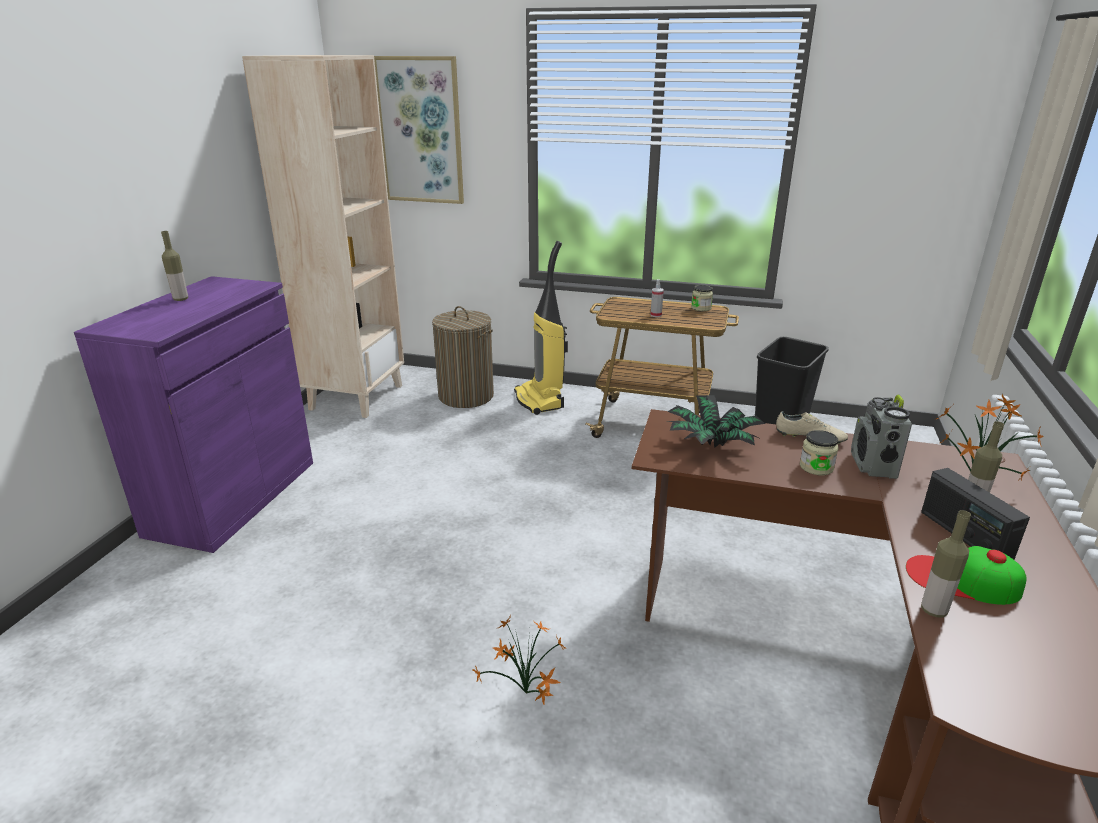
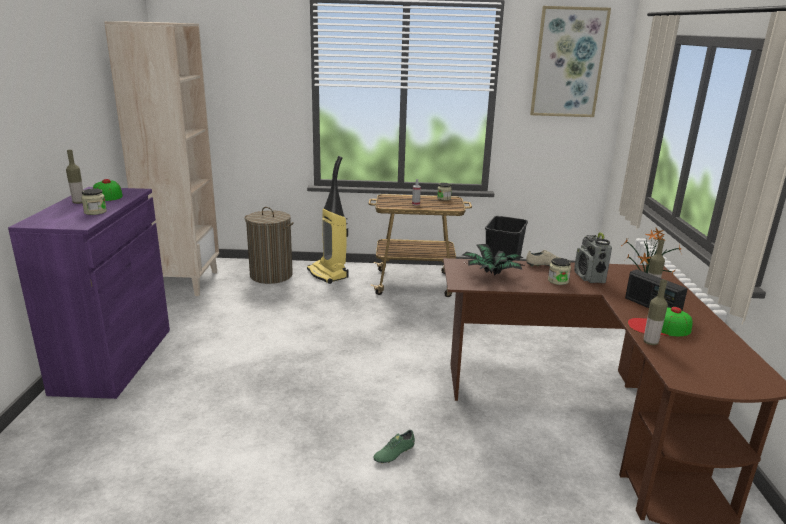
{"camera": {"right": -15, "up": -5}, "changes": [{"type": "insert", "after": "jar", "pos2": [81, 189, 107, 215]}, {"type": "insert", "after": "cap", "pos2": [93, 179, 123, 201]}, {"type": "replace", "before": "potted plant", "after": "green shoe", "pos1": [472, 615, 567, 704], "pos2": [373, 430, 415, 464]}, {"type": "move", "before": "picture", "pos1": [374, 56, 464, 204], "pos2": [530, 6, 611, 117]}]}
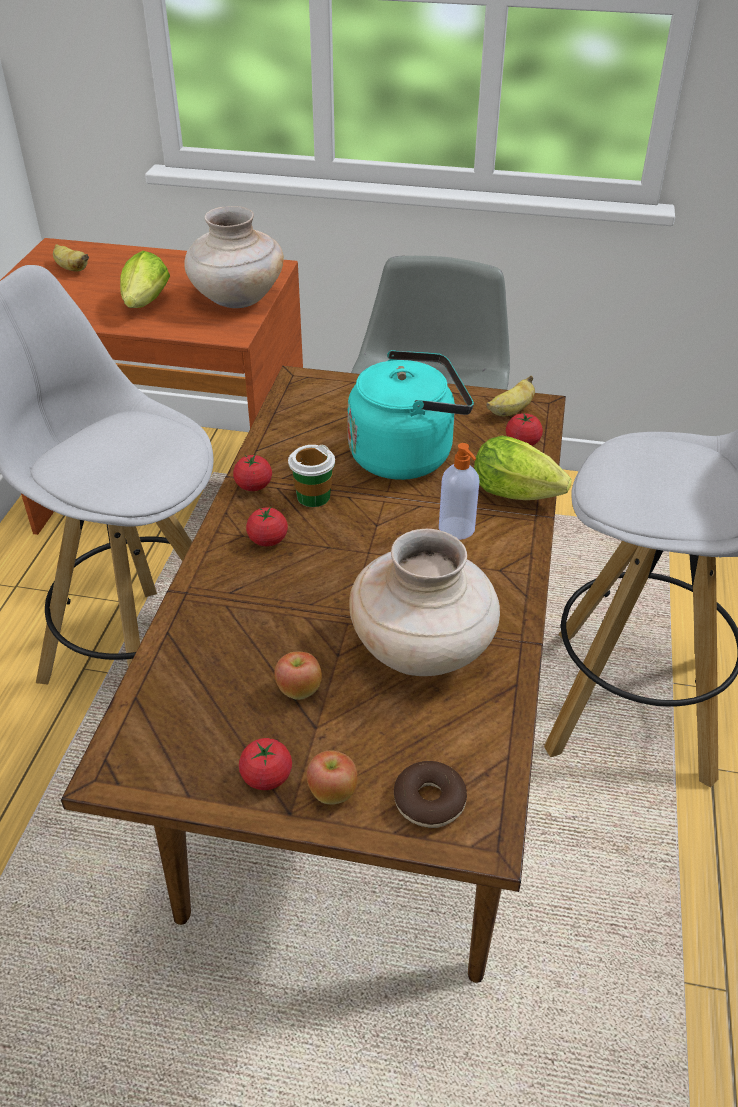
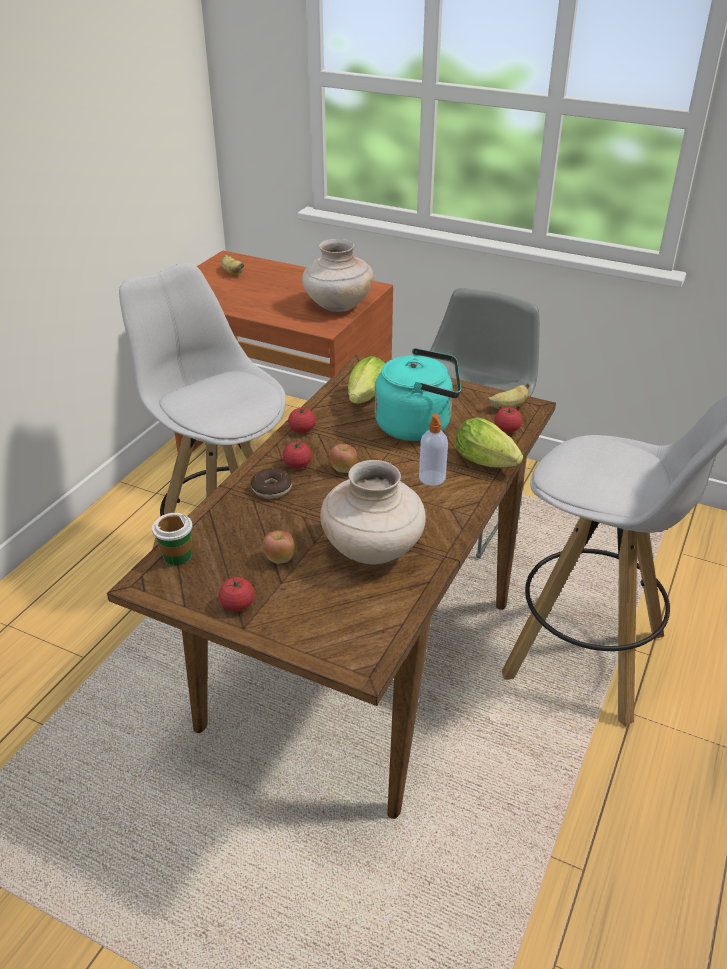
{"camera": {"right": 15, "up": -5}, "changes": [{"type": "move", "before": "cup", "pos1": [288, 445, 335, 507], "pos2": [152, 513, 193, 565]}, {"type": "move", "before": "donut", "pos1": [394, 761, 467, 828], "pos2": [251, 468, 292, 499]}, {"type": "move", "before": "apple", "pos1": [306, 751, 357, 805], "pos2": [330, 444, 357, 473]}, {"type": "move", "before": "lettuce", "pos1": [120, 251, 170, 308], "pos2": [348, 356, 385, 403]}]}
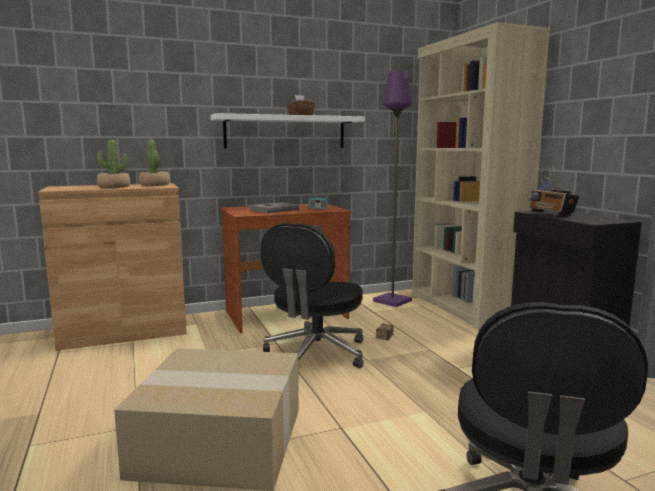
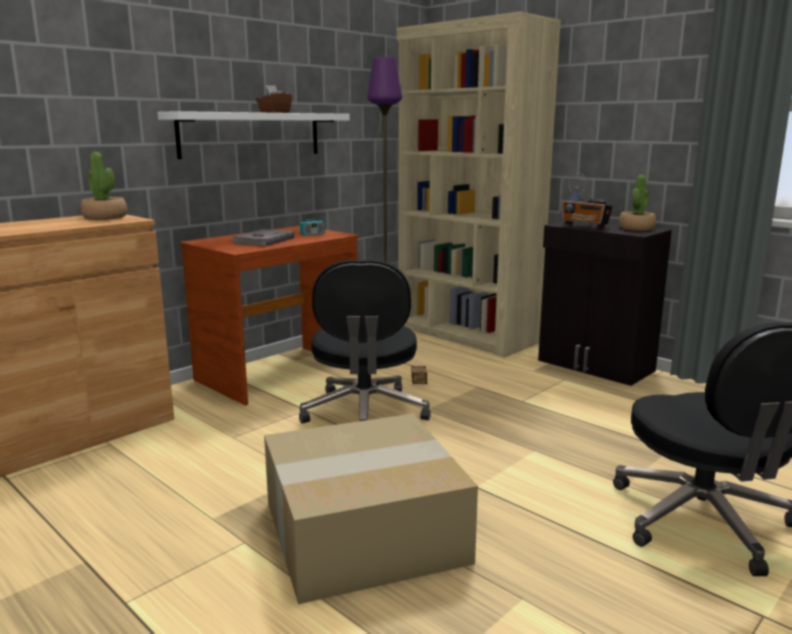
{"camera": {"right": -25, "up": 5}, "changes": [{"type": "move", "before": "potted plant", "pos1": [97, 140, 130, 188], "pos2": [619, 175, 656, 231]}]}
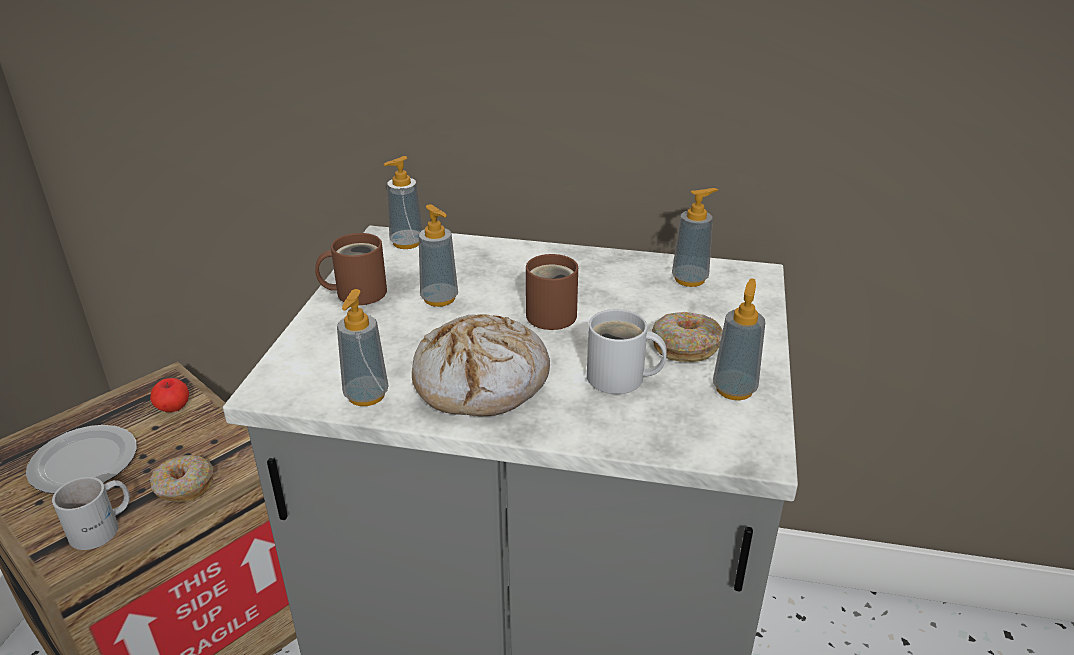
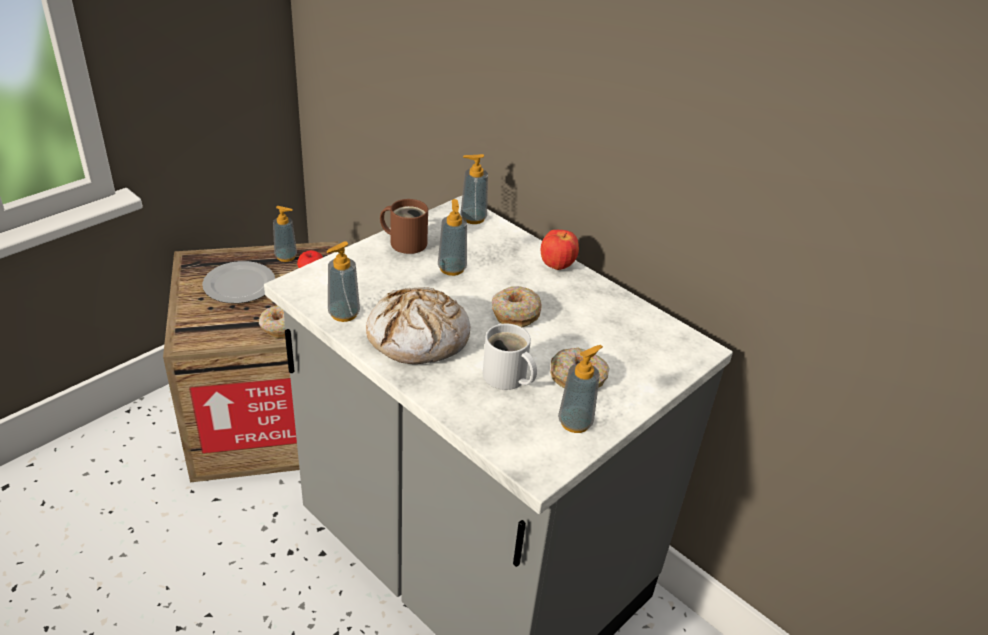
{"camera": {"right": 30, "up": 5}, "changes": [{"type": "move", "before": "soap dispenser", "pos1": [672, 188, 718, 287], "pos2": [273, 206, 297, 262]}, {"type": "replace", "before": "brown mug", "after": "donut", "pos1": [526, 254, 578, 330], "pos2": [492, 286, 542, 327]}, {"type": "insert", "after": "apple", "pos2": [541, 230, 579, 270]}, {"type": "delete", "before": "white mug", "pos1": [52, 477, 130, 550]}]}
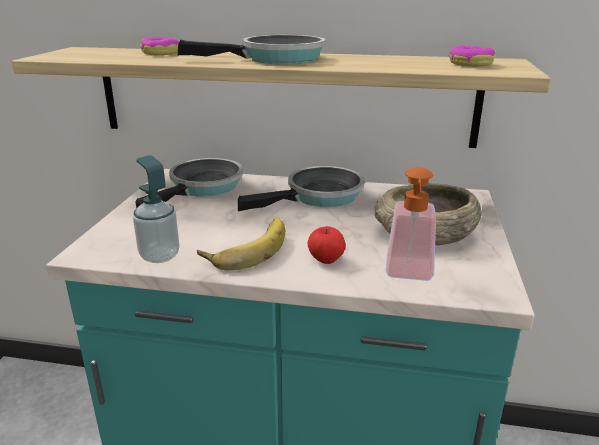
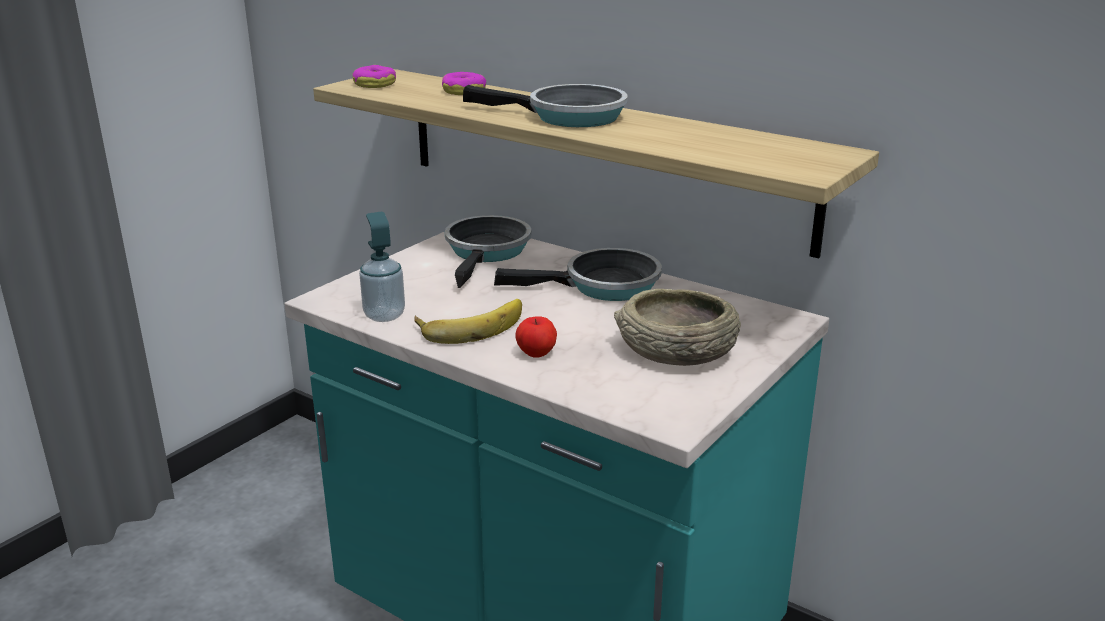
{"camera": {"right": 25, "up": 0}, "changes": [{"type": "move", "before": "donut", "pos1": [449, 45, 495, 67], "pos2": [352, 65, 396, 88]}, {"type": "rotate", "before": "frying pan", "pos1": [135, 158, 243, 208], "pos2": [445, 215, 532, 288], "turn": -45}, {"type": "delete", "before": "soap dispenser", "pos1": [386, 167, 436, 281]}]}
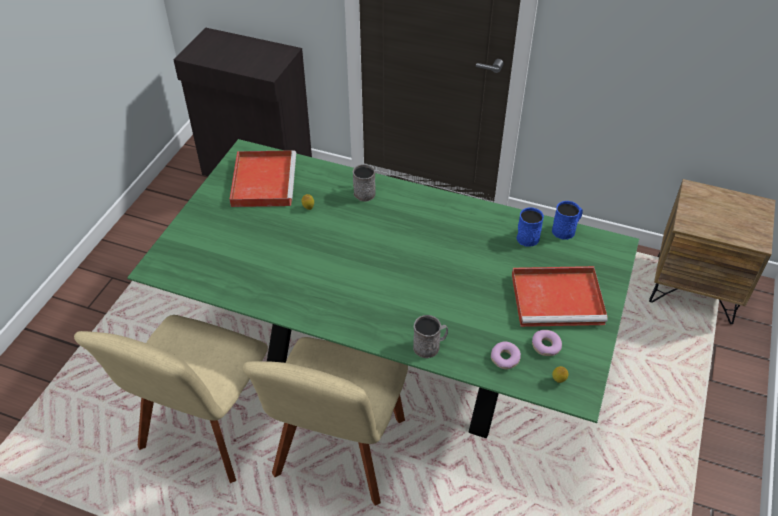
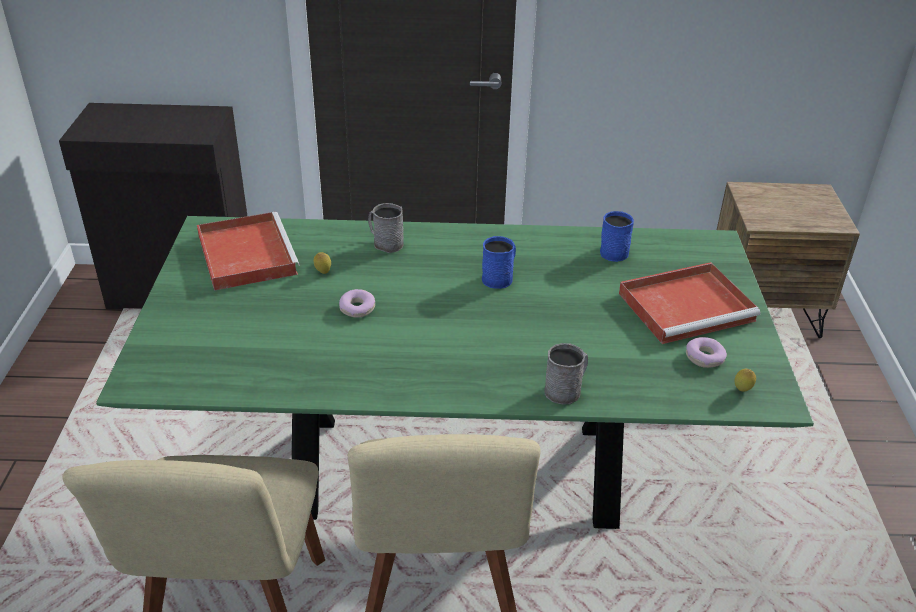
{"camera": {"right": -20, "up": -10}, "changes": [{"type": "move", "before": "donut", "pos1": [491, 341, 521, 369], "pos2": [339, 289, 375, 318]}, {"type": "move", "before": "blue mug", "pos1": [552, 201, 583, 240], "pos2": [482, 236, 516, 289]}]}
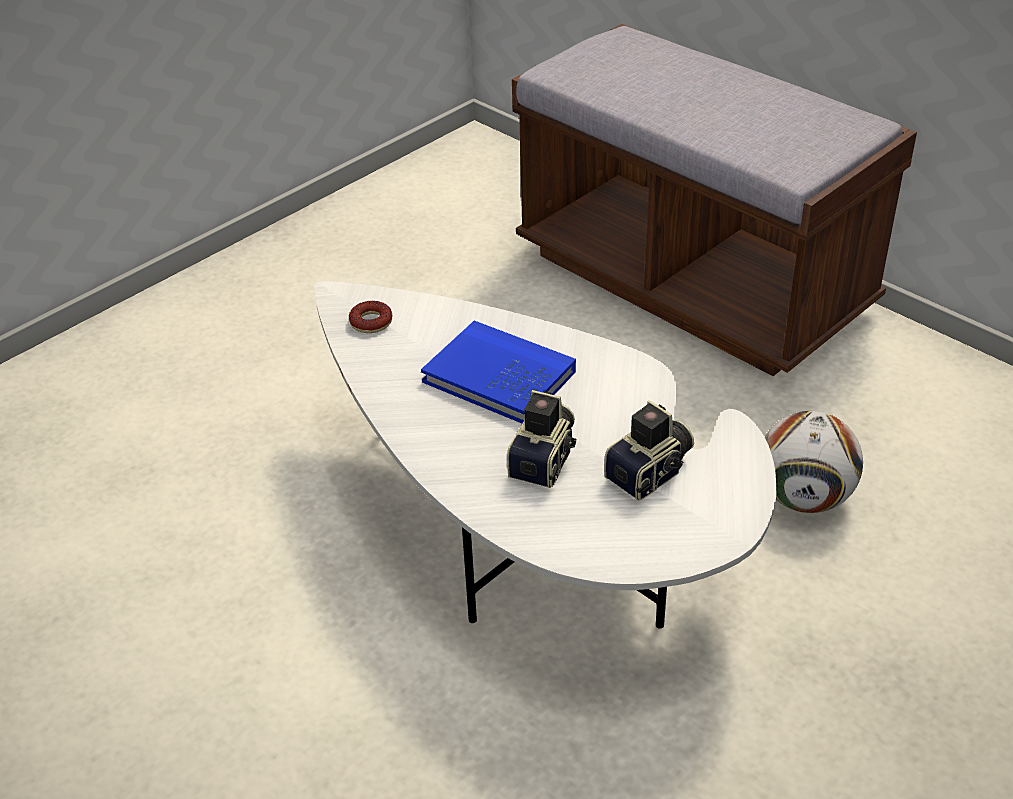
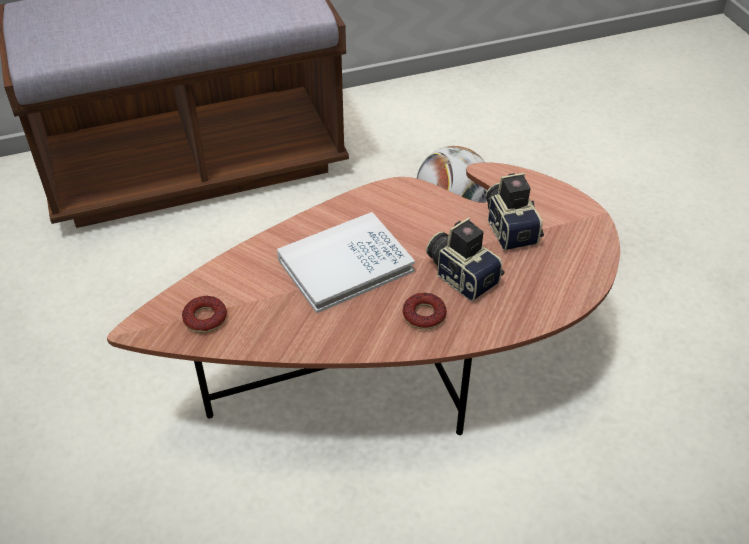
{"camera": {"right": -65, "up": 5}, "changes": [{"type": "recolor", "before": "white coffee table", "after": "brown coffee table", "pos1": [314, 281, 776, 629], "pos2": [107, 163, 620, 435]}, {"type": "recolor", "before": "blue book", "after": "white book", "pos1": [421, 321, 576, 423], "pos2": [277, 212, 415, 313]}, {"type": "insert", "after": "donut", "pos2": [403, 293, 447, 330]}]}
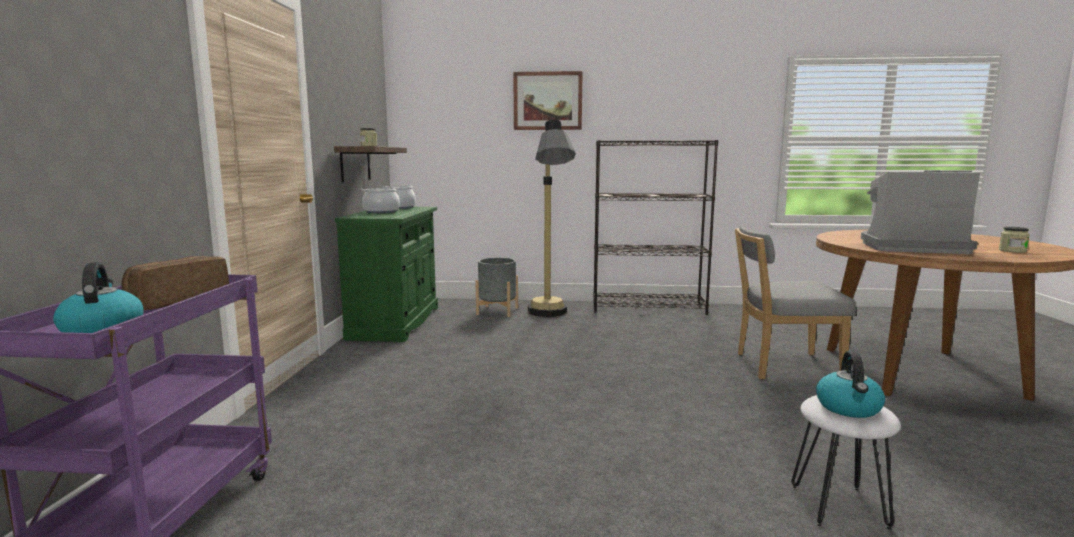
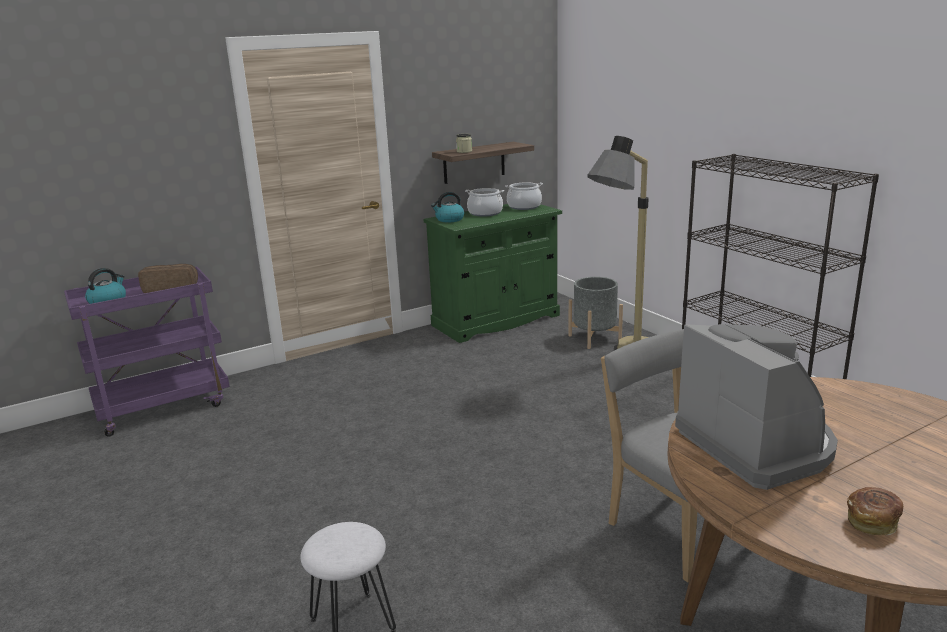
{"camera": {"right": 55, "up": 10}, "changes": [{"type": "move", "before": "kettle", "pos1": [816, 351, 885, 418], "pos2": [431, 192, 464, 222]}, {"type": "replace", "before": "jar", "after": "bread", "pos1": [999, 227, 1030, 253], "pos2": [847, 487, 903, 535]}, {"type": "delete", "before": "picture", "pos1": [513, 71, 583, 130]}]}
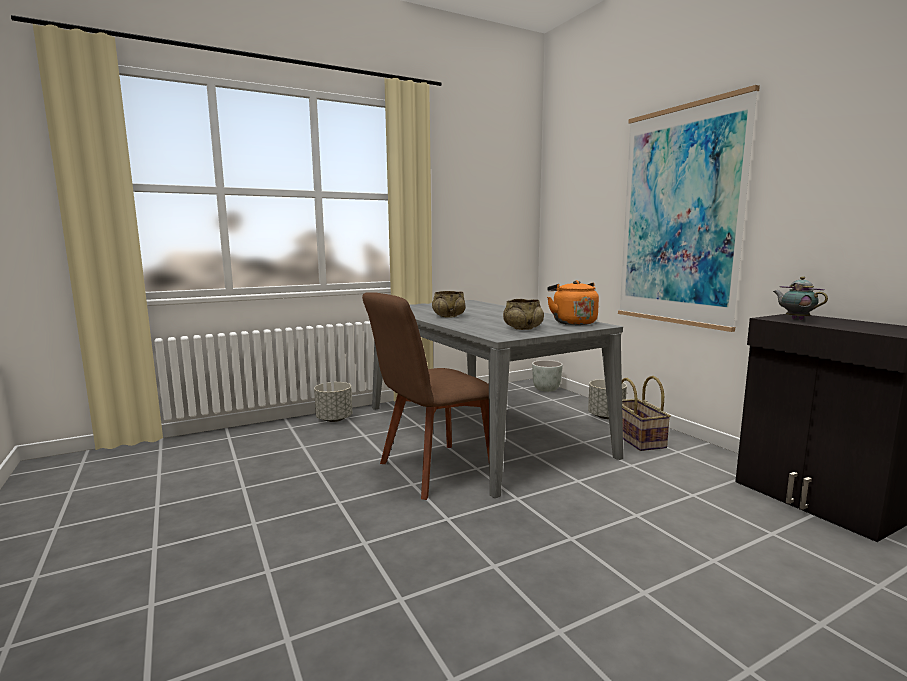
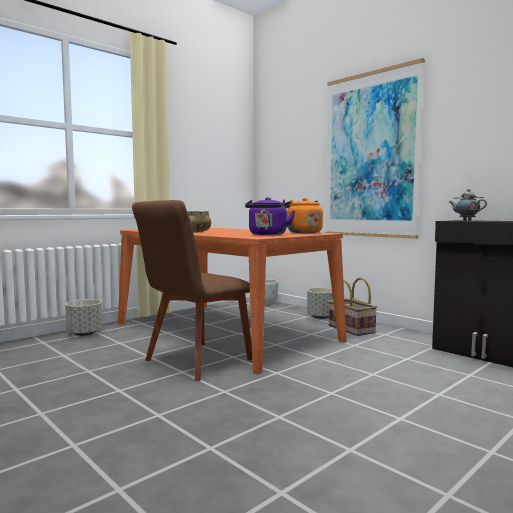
{"camera": {"right": -15, "up": -5}, "changes": [{"type": "recolor", "before": "grey dining table", "after": "orange dining table", "pos1": [372, 300, 623, 498], "pos2": [118, 228, 347, 374]}, {"type": "replace", "before": "beige bowl", "after": "purple kettle", "pos1": [503, 299, 544, 330], "pos2": [245, 197, 295, 235]}]}
